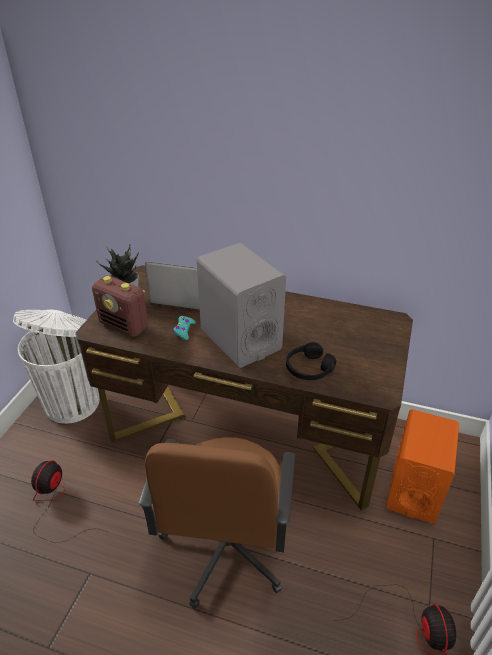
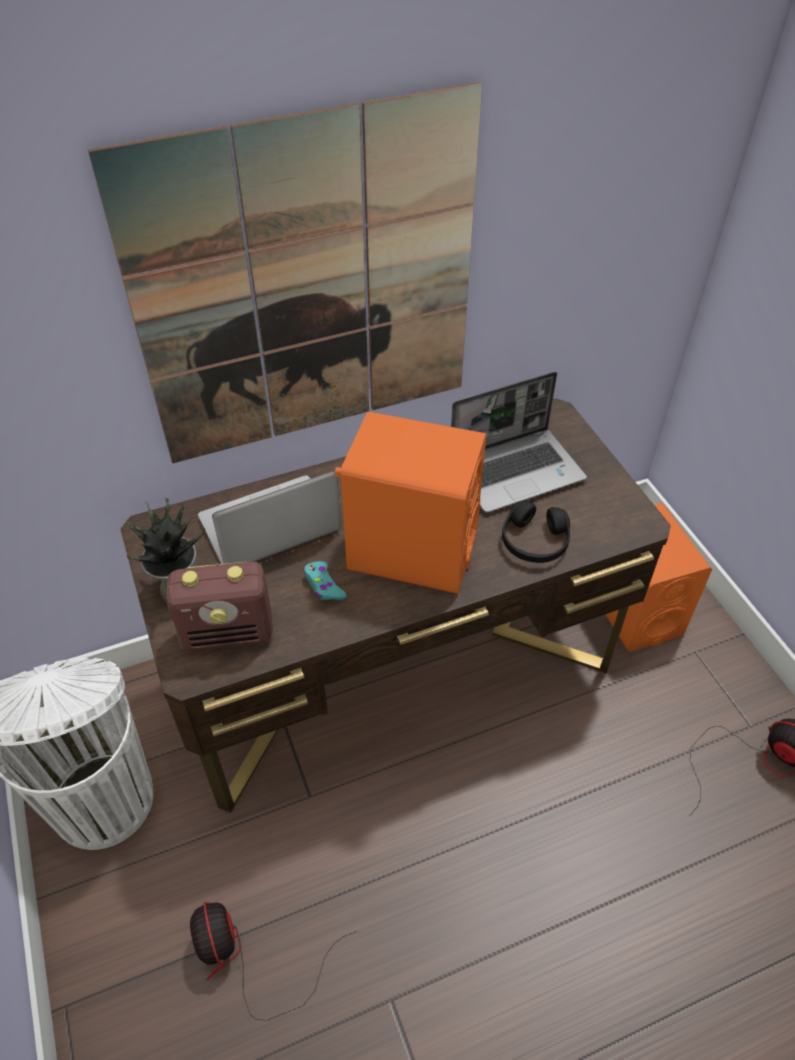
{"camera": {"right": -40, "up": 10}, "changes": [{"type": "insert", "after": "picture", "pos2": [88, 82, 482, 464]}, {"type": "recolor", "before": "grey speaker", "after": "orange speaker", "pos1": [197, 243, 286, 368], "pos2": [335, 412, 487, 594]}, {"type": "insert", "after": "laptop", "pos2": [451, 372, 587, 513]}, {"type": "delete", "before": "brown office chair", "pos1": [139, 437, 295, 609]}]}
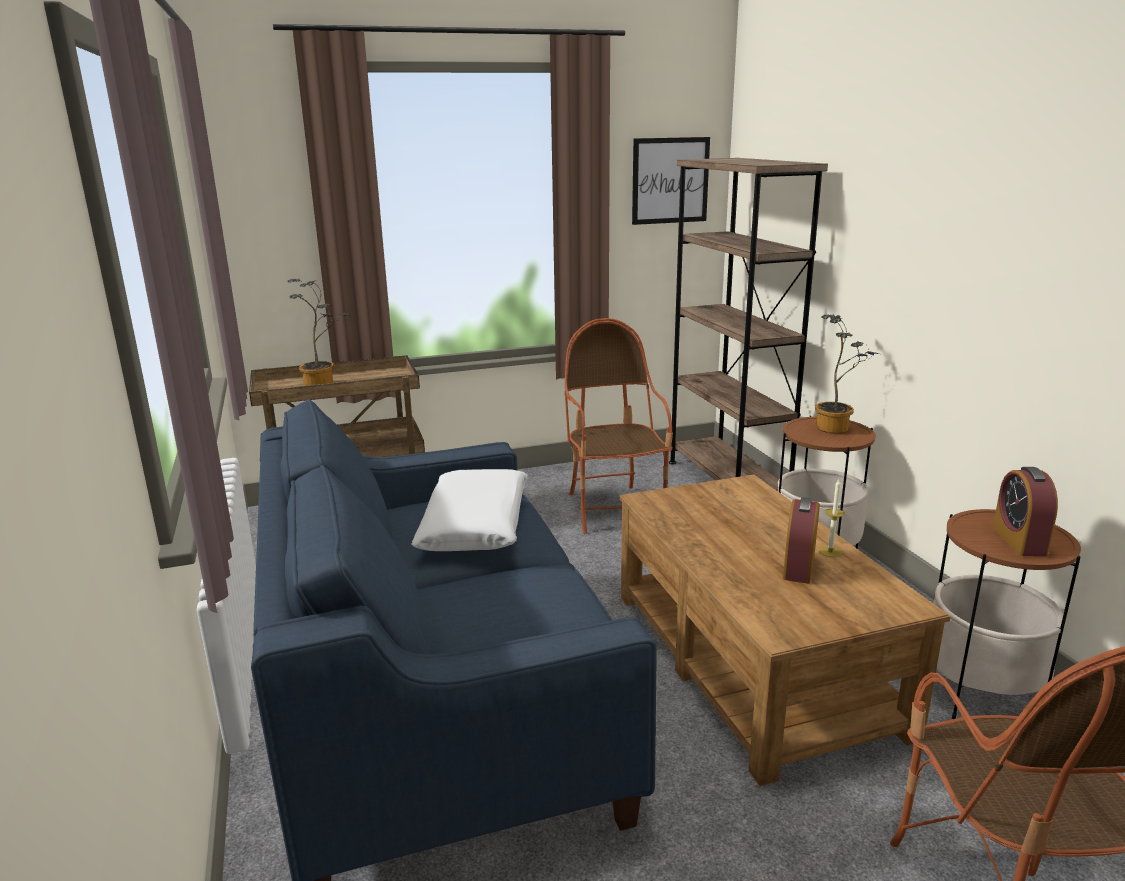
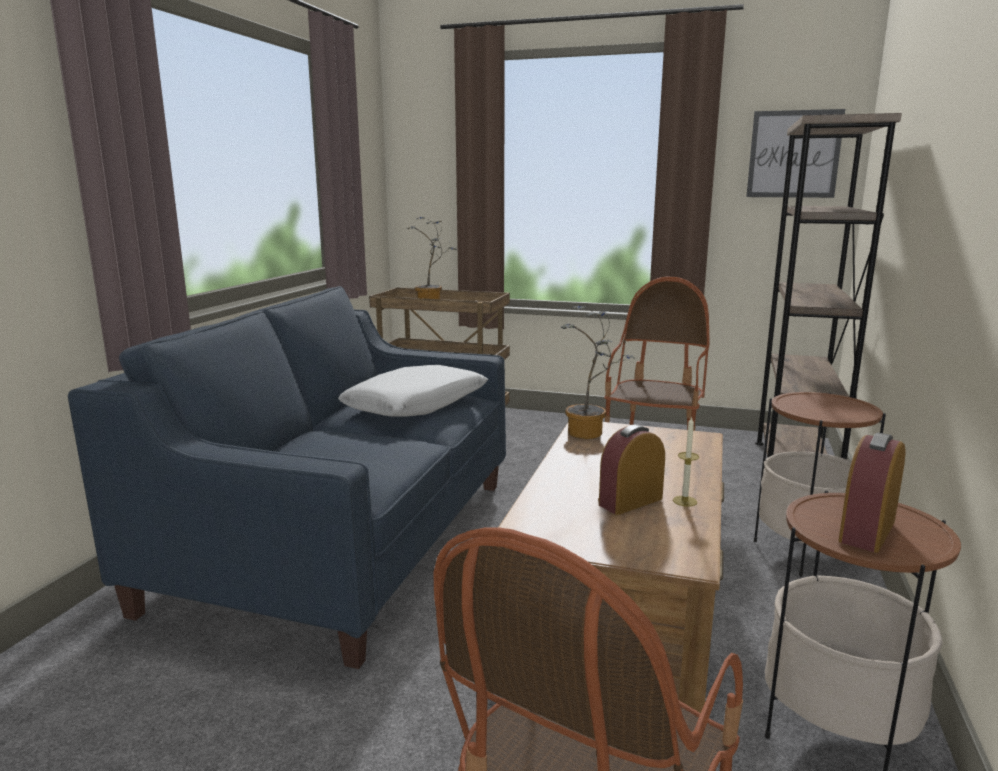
{"camera": {"right": 35, "up": -5}, "changes": [{"type": "move", "before": "potted plant", "pos1": [815, 314, 878, 433], "pos2": [561, 306, 635, 439]}]}
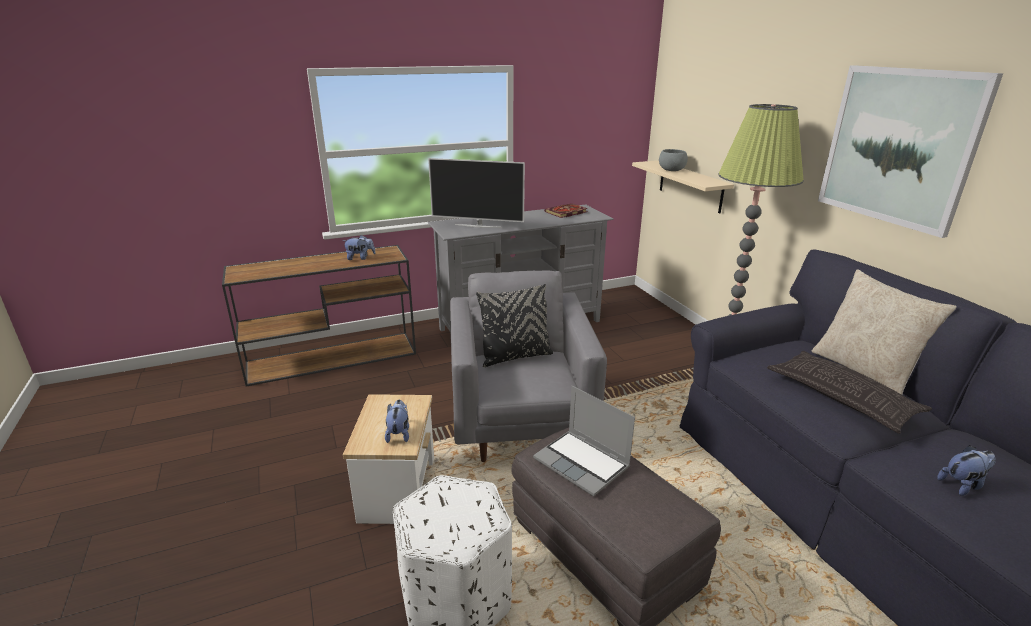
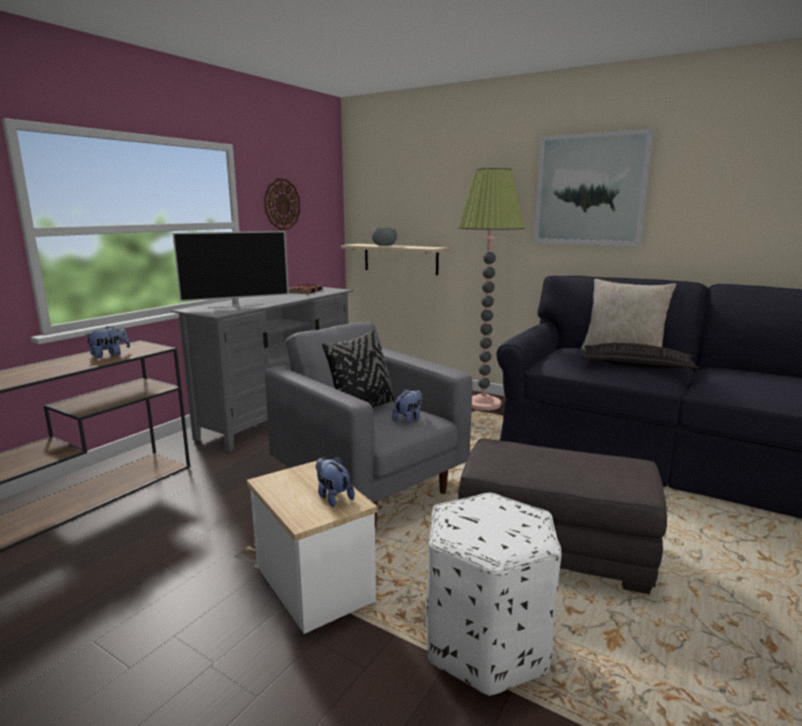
{"camera": {"right": -35, "up": -10}, "changes": [{"type": "insert", "after": "wall clock", "pos2": [264, 178, 300, 230]}, {"type": "move", "before": "plush toy", "pos1": [937, 445, 996, 496], "pos2": [392, 389, 422, 424]}, {"type": "delete", "before": "laptop", "pos1": [533, 386, 635, 496]}]}
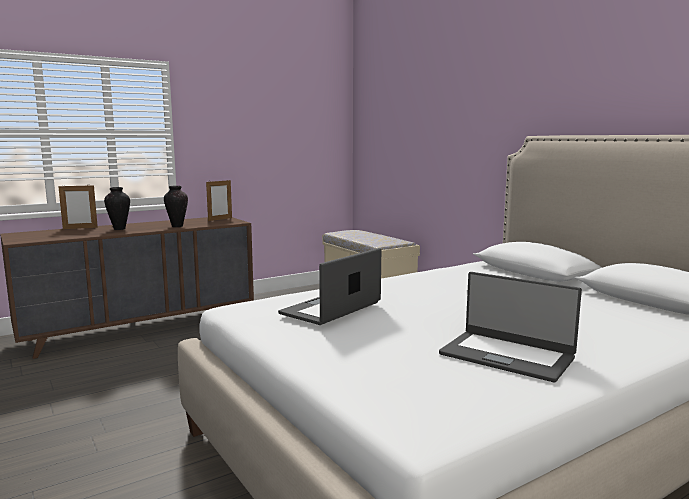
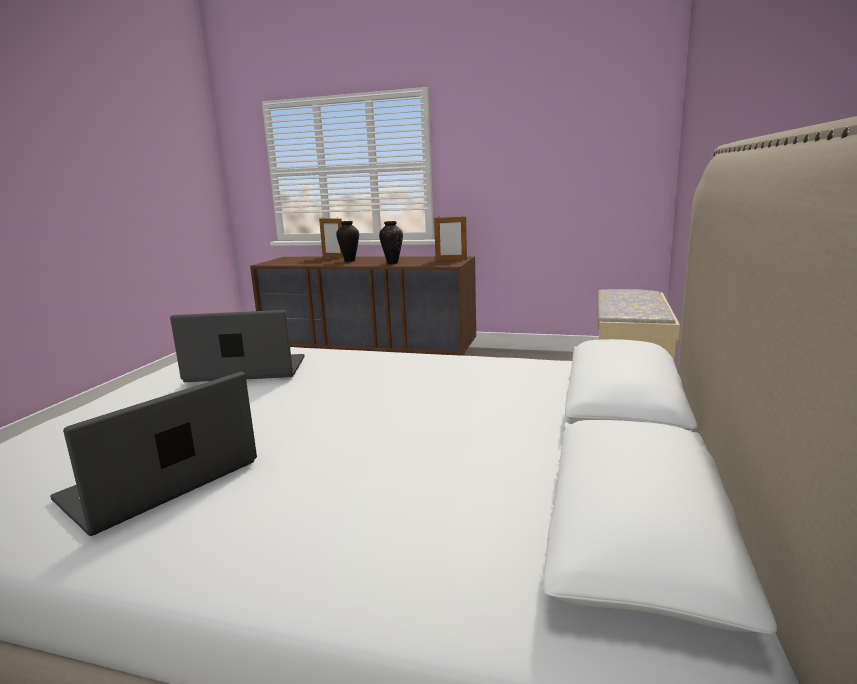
{"camera": {"right": 50, "up": 5}, "changes": [{"type": "rotate", "before": "laptop", "pos1": [439, 272, 582, 382], "pos2": [50, 372, 257, 536], "turn": 45}]}
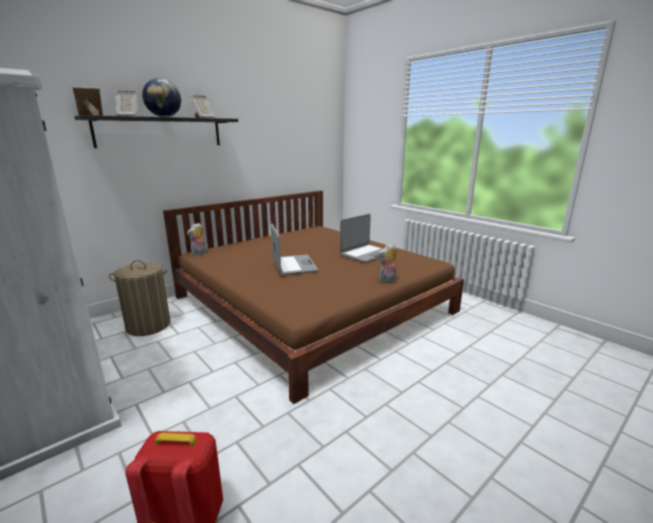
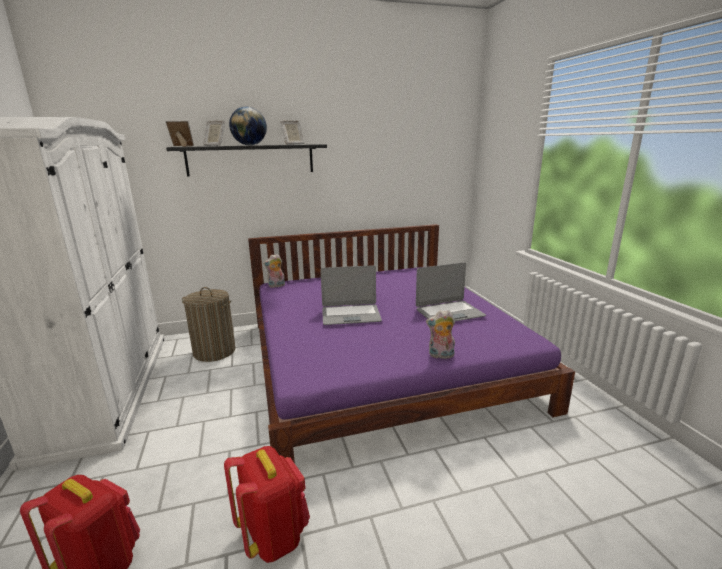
{"camera": {"right": 25, "up": 0}, "changes": [{"type": "insert", "after": "red backpack", "pos2": [224, 446, 310, 563]}, {"type": "recolor", "before": "brown bed", "after": "purple bed", "pos1": [163, 190, 464, 404], "pos2": [248, 224, 575, 463]}, {"type": "rotate", "before": "laptop", "pos1": [271, 224, 319, 275], "pos2": [320, 265, 382, 325], "turn": 75}]}
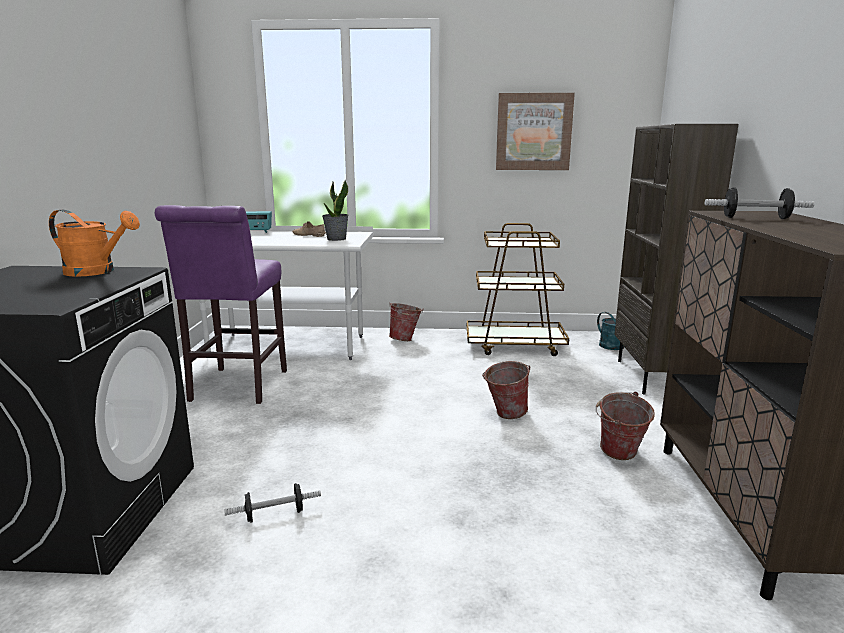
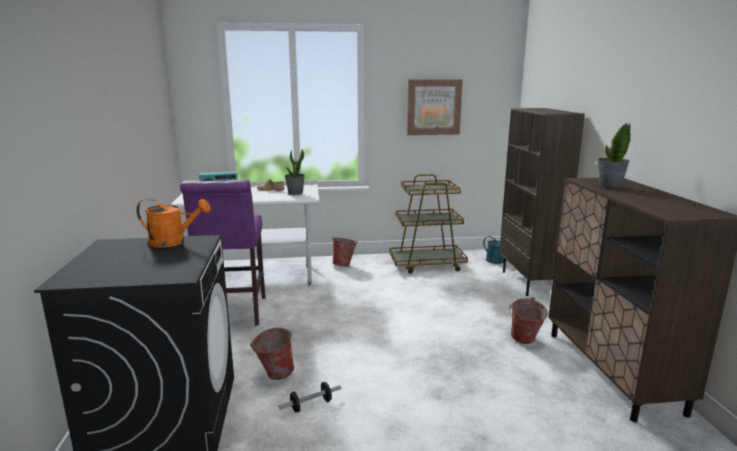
{"camera": {"right": -10, "up": 0}, "changes": [{"type": "move", "before": "bucket", "pos1": [482, 361, 531, 419], "pos2": [250, 328, 294, 380]}, {"type": "replace", "before": "dumbbell", "after": "potted plant", "pos1": [705, 187, 815, 219], "pos2": [597, 122, 631, 188]}]}
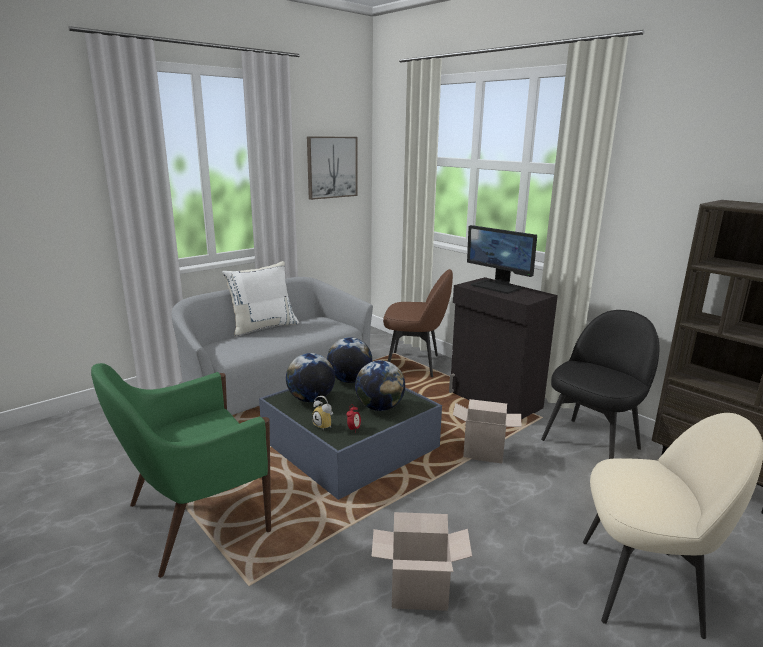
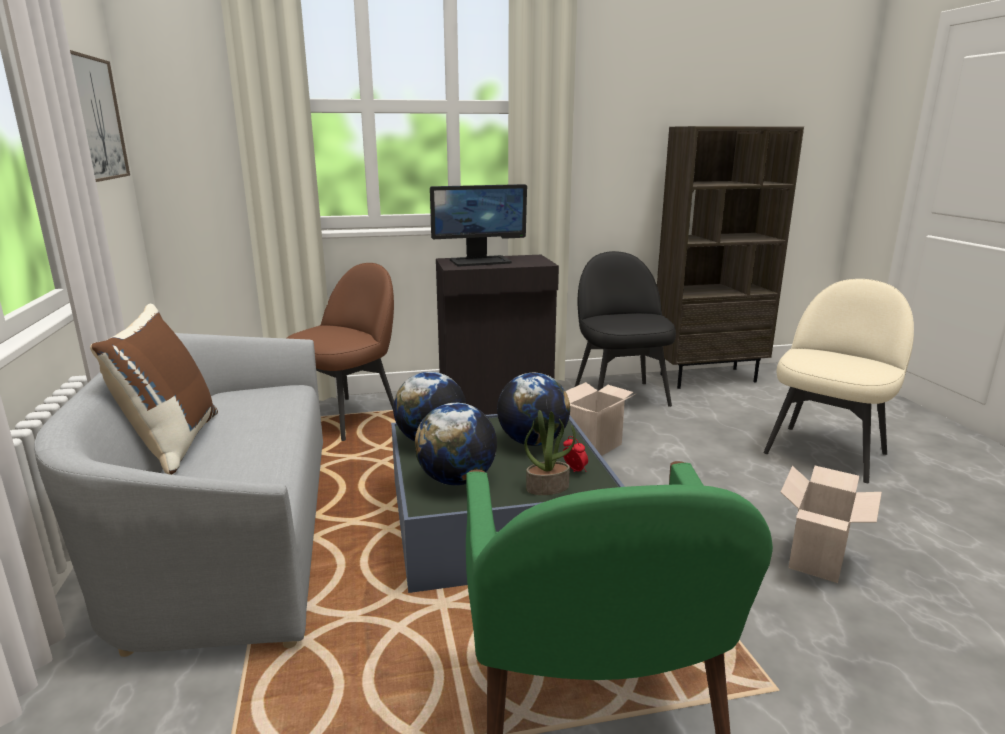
{"camera": {"right": -60, "up": 0}, "changes": [{"type": "recolor", "before": "white pillow", "after": "brown pillow", "pos1": [222, 261, 299, 337], "pos2": [90, 304, 218, 475]}, {"type": "replace", "before": "alarm clock", "after": "potted plant", "pos1": [312, 396, 333, 431], "pos2": [524, 410, 576, 495]}]}
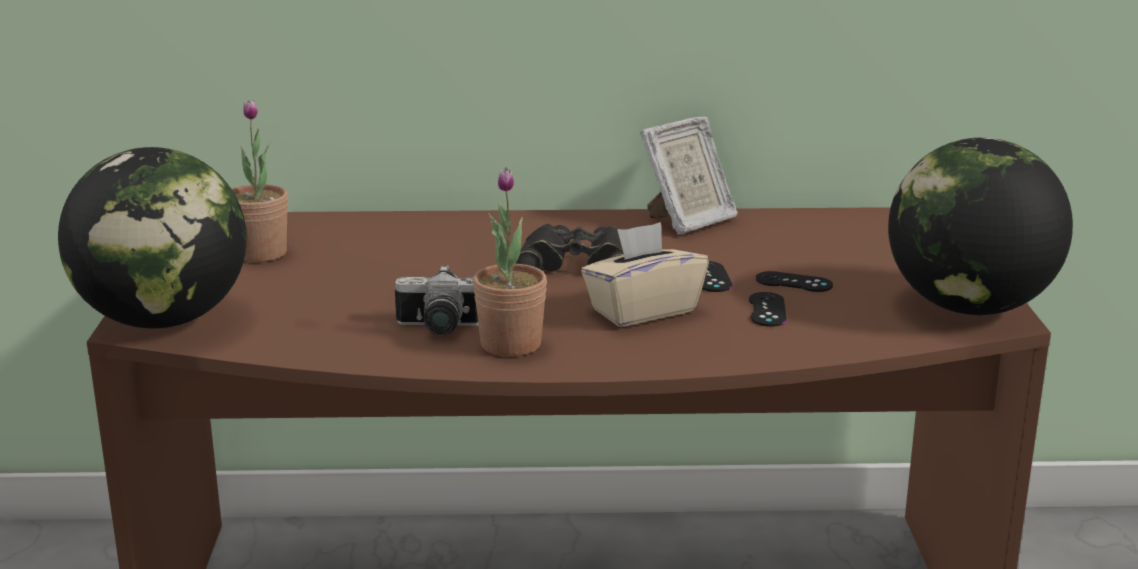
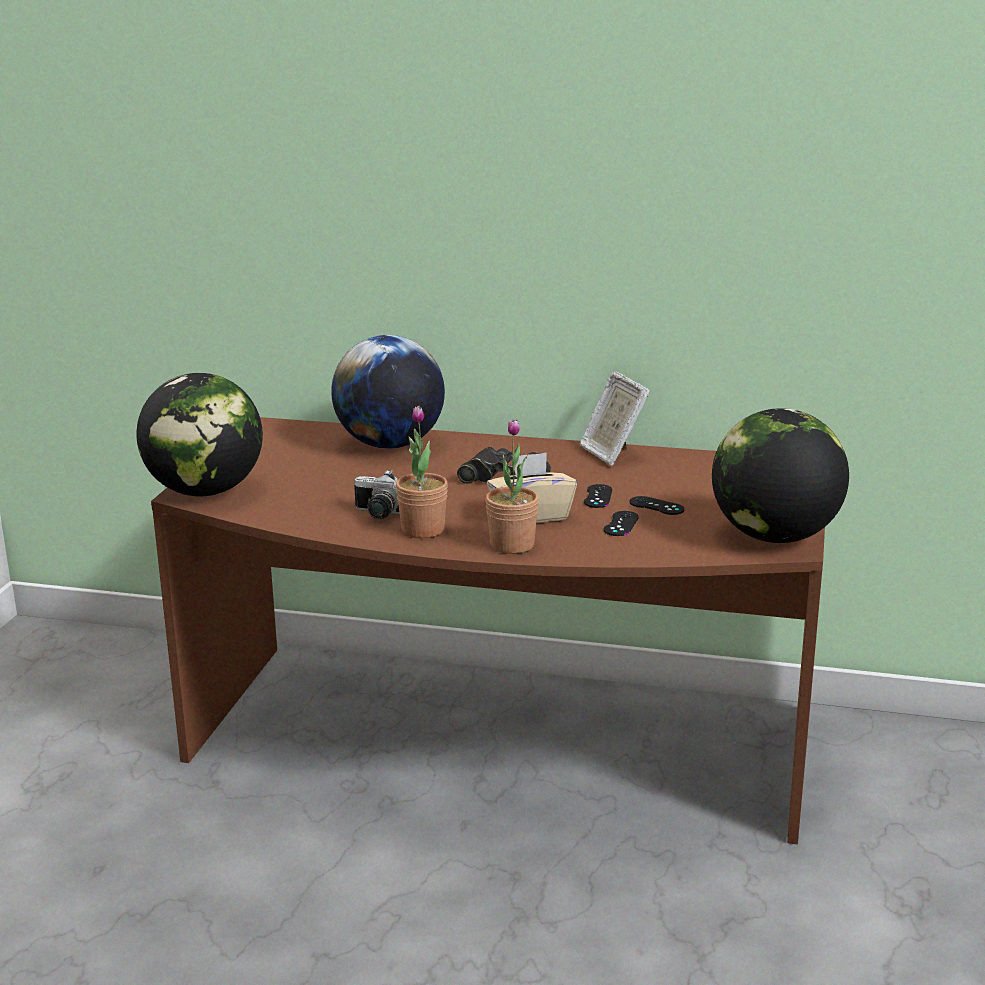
{"camera": {"right": 15, "up": 0}, "changes": [{"type": "insert", "after": "globe", "pos2": [331, 335, 445, 449]}, {"type": "move", "before": "potted plant", "pos1": [232, 100, 288, 262], "pos2": [485, 419, 539, 554]}, {"type": "rotate", "before": "picture frame", "pos1": [640, 116, 738, 235], "pos2": [580, 371, 650, 466], "turn": 90}]}
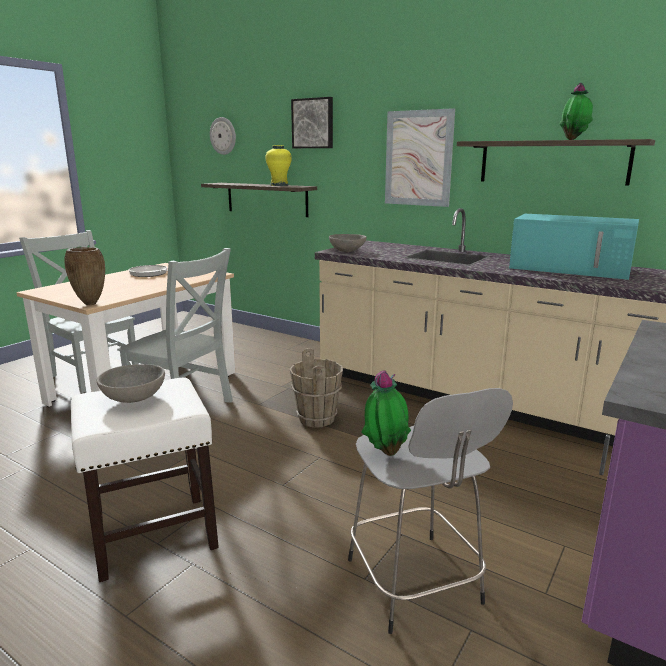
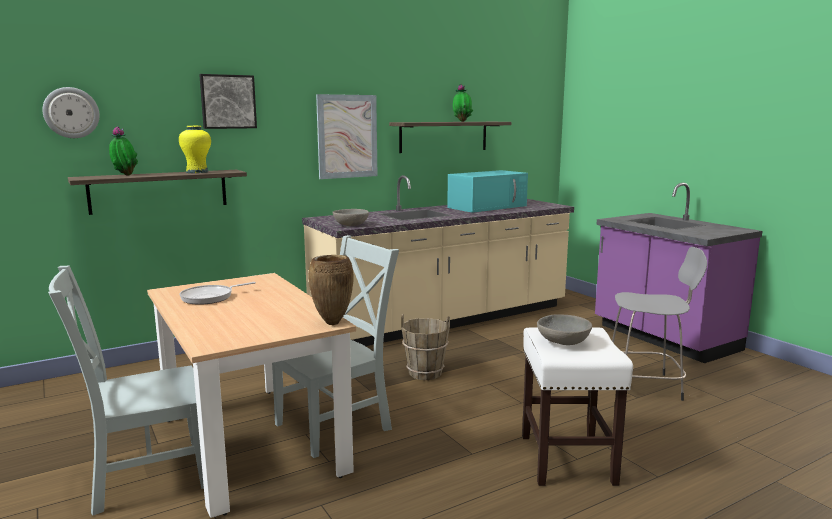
{"camera": {"right": -65, "up": -5}, "changes": [{"type": "move", "before": "potted plant", "pos1": [361, 370, 411, 456], "pos2": [109, 126, 138, 176]}]}
